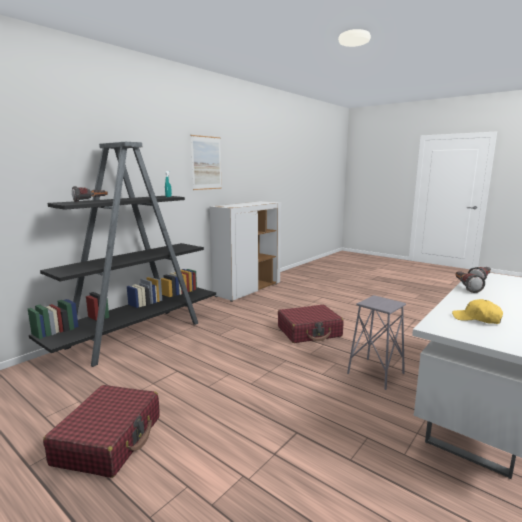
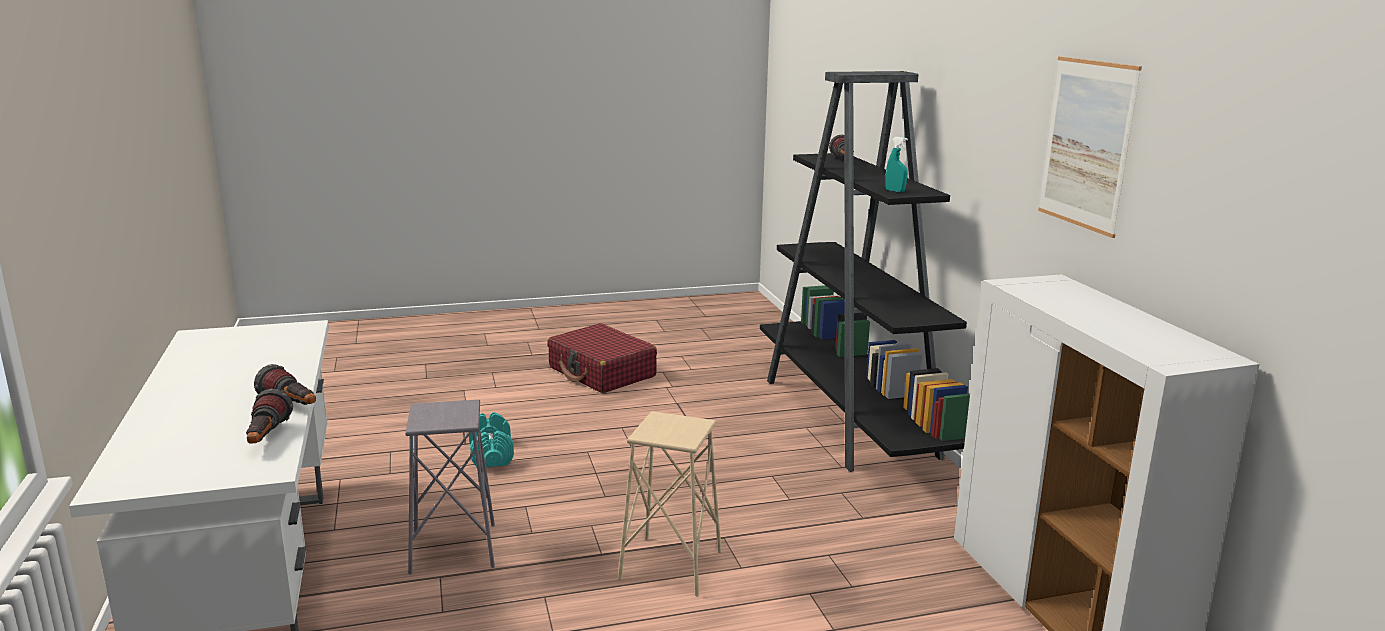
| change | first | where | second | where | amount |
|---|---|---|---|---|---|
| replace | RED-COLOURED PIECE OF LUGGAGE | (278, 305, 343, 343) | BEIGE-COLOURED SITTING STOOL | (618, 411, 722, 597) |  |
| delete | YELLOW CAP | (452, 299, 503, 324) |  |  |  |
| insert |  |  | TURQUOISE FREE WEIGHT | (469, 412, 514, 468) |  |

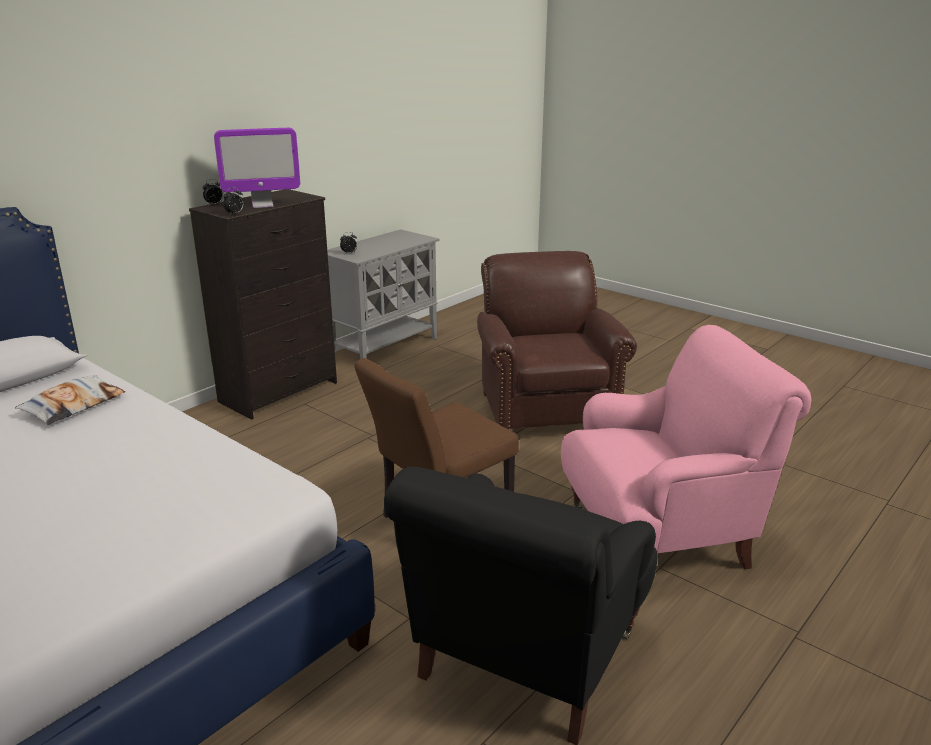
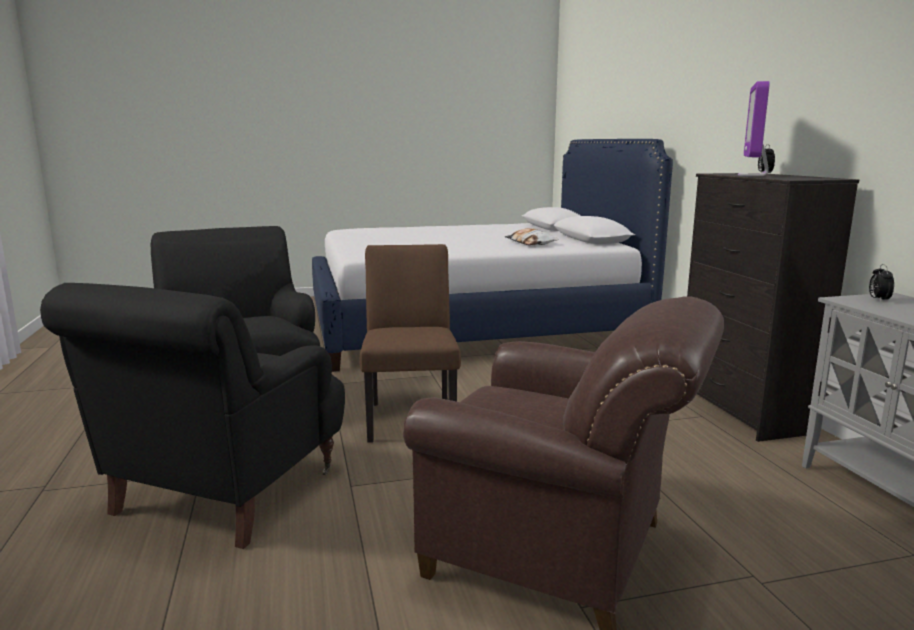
| change | first | where | second | where | amount |
|---|---|---|---|---|---|
| delete | ALARM CLOCK | (223, 187, 244, 215) |  |  |  |
| recolor | PINK-COLOURED LOUNGE CHAIR | (561, 325, 811, 569) | BLACK LOUNGE CHAIR | (40, 283, 345, 549) |  |

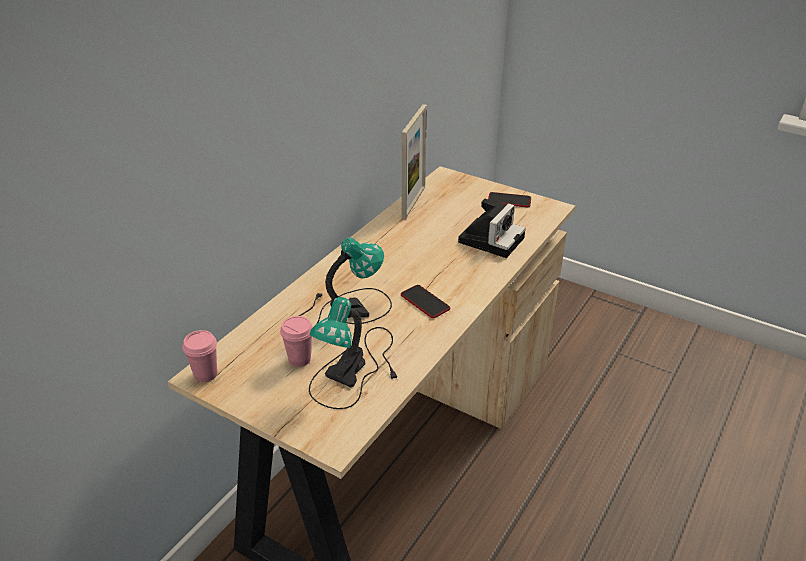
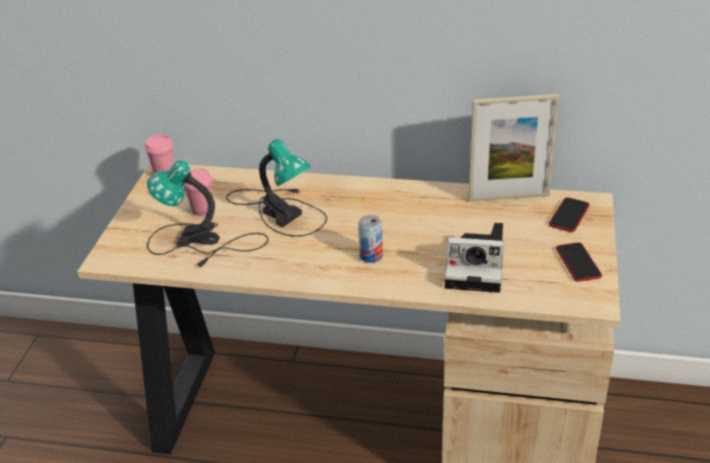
| change | first | where | second | where | amount |
|---|---|---|---|---|---|
| move | HANDSET | (401, 285, 450, 318) |  | (549, 197, 590, 232) |  |
| insert |  |  | SEALED CAN | (358, 215, 383, 263) |  |

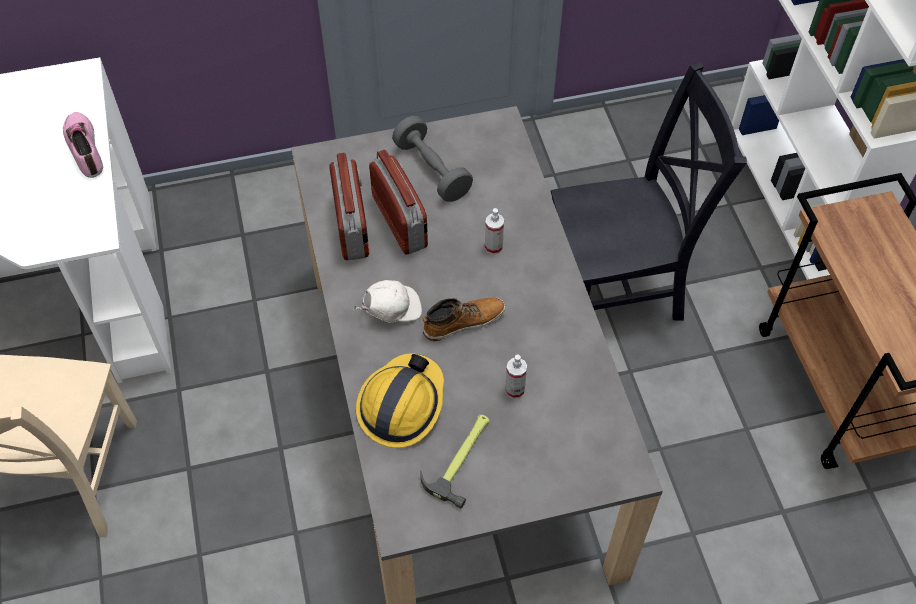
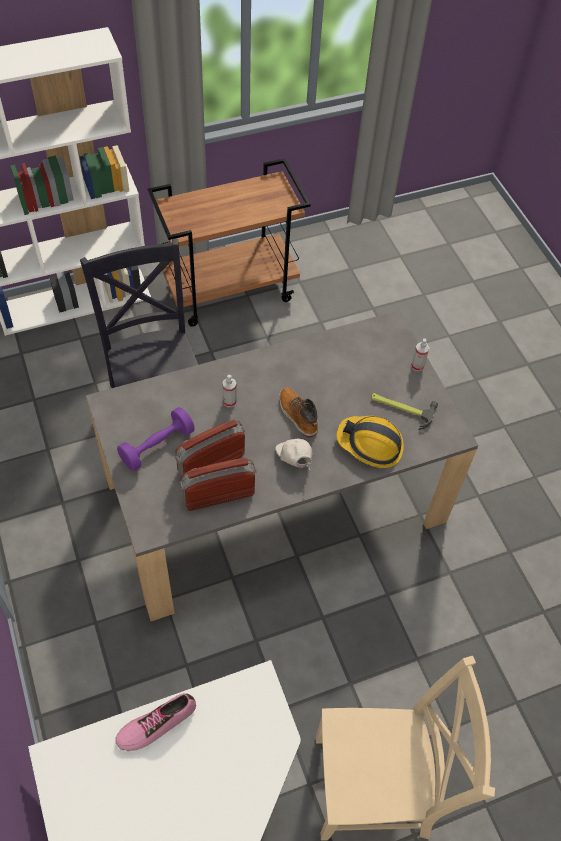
| change | first | where | second | where | amount |
|---|---|---|---|---|---|
| recolor | GREY FREE WEIGHT | (392, 116, 473, 202) | PURPLE FREE WEIGHT | (117, 407, 195, 471) |  |
| move | SPRAY BOTTLE | (505, 355, 527, 399) |  | (411, 339, 429, 371) |  |

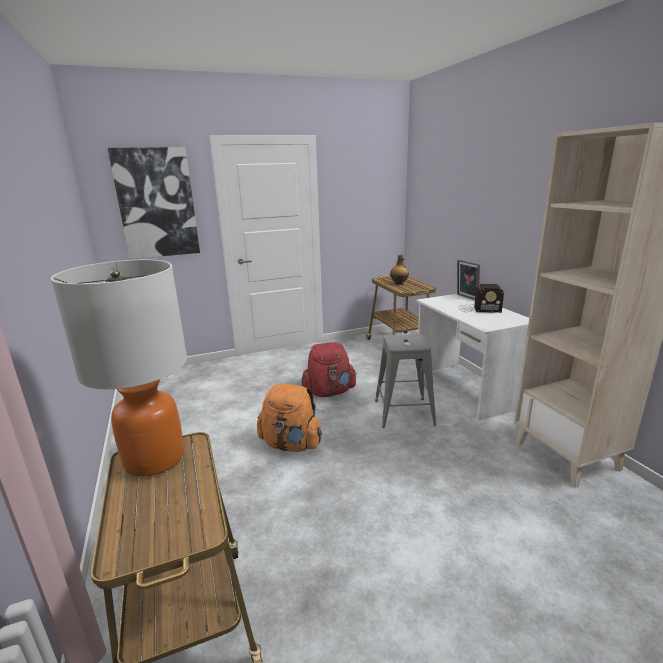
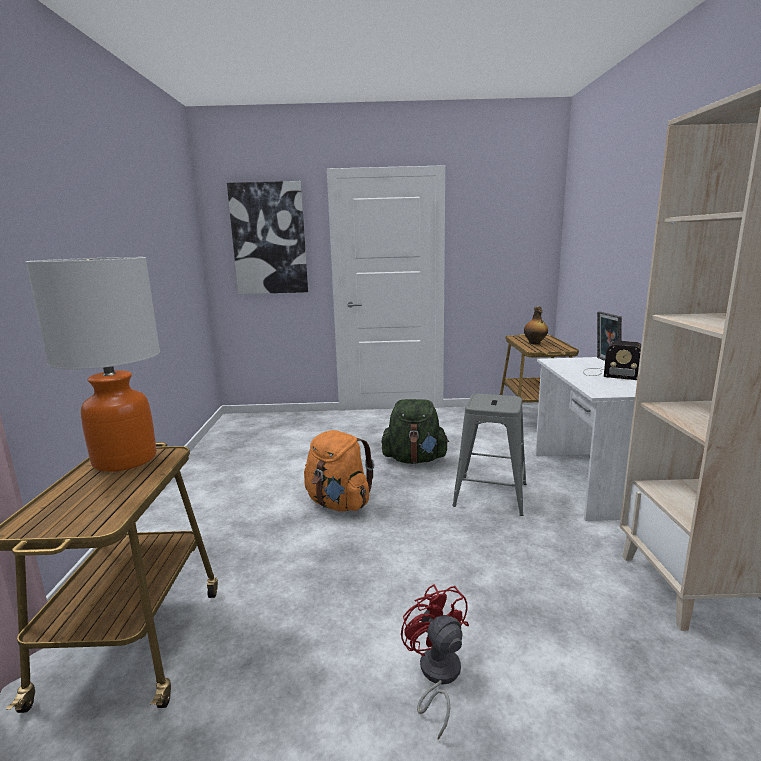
| change | first | where | second | where | amount |
|---|---|---|---|---|---|
| recolor | RED-COLOURED BACKPACK | (301, 342, 356, 397) | GREEN-COLOURED BACKPACK | (381, 399, 449, 464) |  |
| insert |  |  | RED-COLOURED FAN | (401, 584, 469, 740) |  |

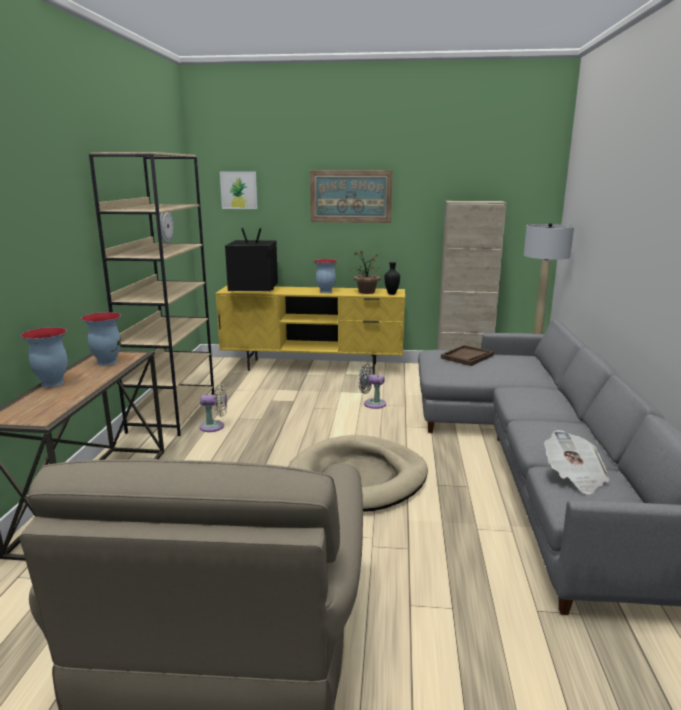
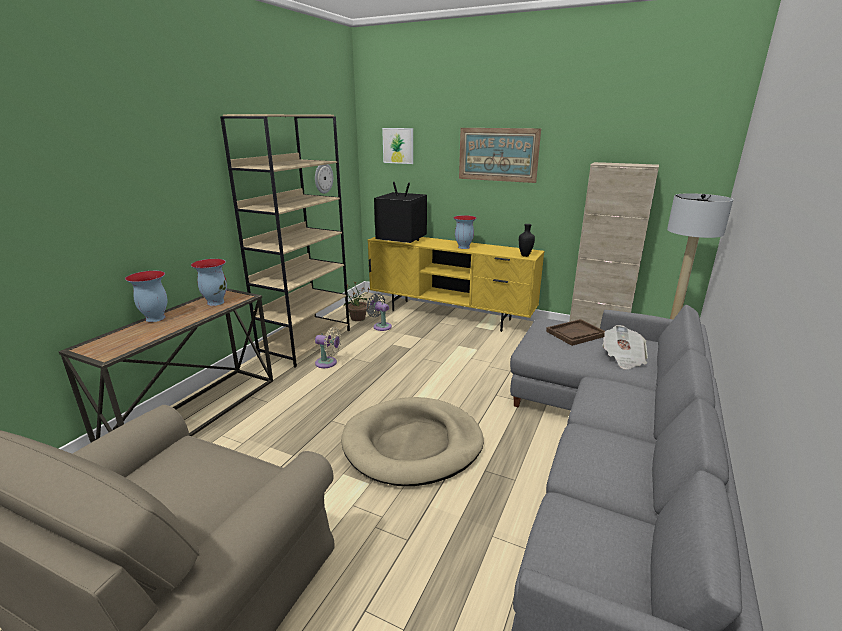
| change | first | where | second | where | amount |
|---|---|---|---|---|---|
| move | POTTED PLANT | (350, 251, 380, 294) |  | (343, 282, 369, 321) |  |
| move | GREY FAN | (359, 364, 386, 409) |  | (366, 293, 392, 331) |  |
| move | PRINTED PAPER | (544, 430, 610, 495) |  | (603, 325, 648, 369) |  |

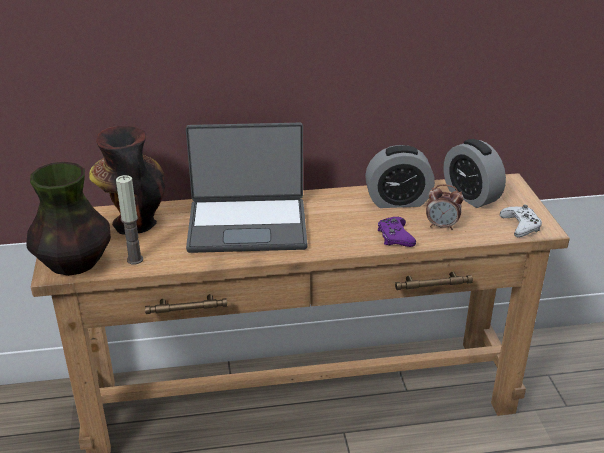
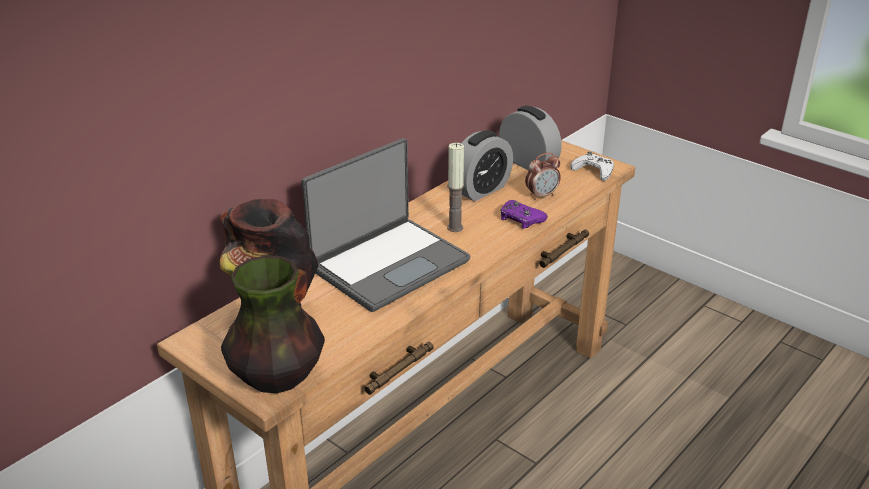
| change | first | where | second | where | amount |
|---|---|---|---|---|---|
| move | WAX LIGHT | (116, 175, 143, 264) |  | (447, 143, 464, 232) |  |
| rotate | ALARM CLOCK | (444, 139, 506, 208) |  | (499, 106, 562, 170) | 150 degrees counterclockwise |

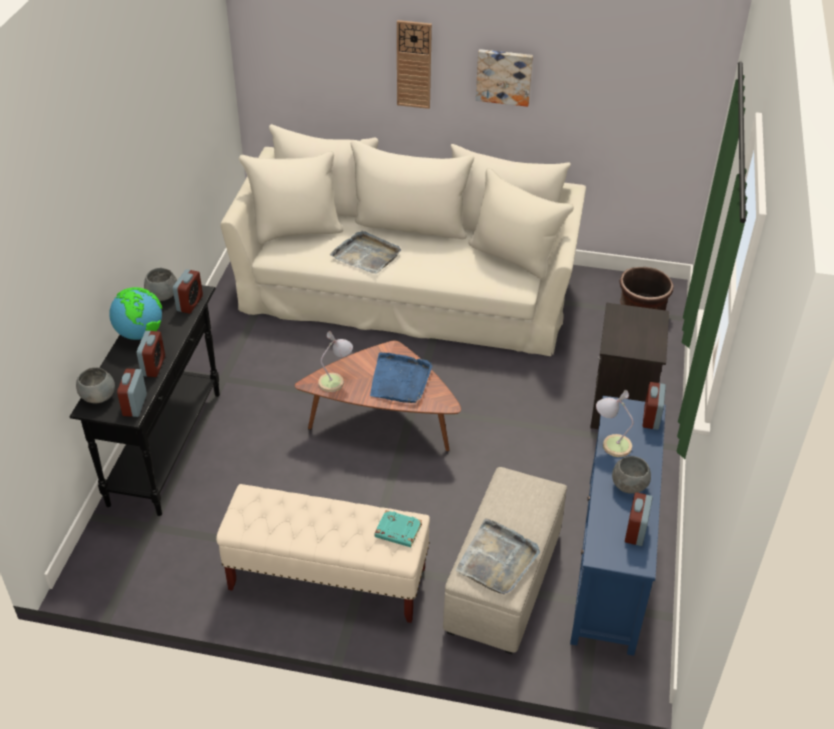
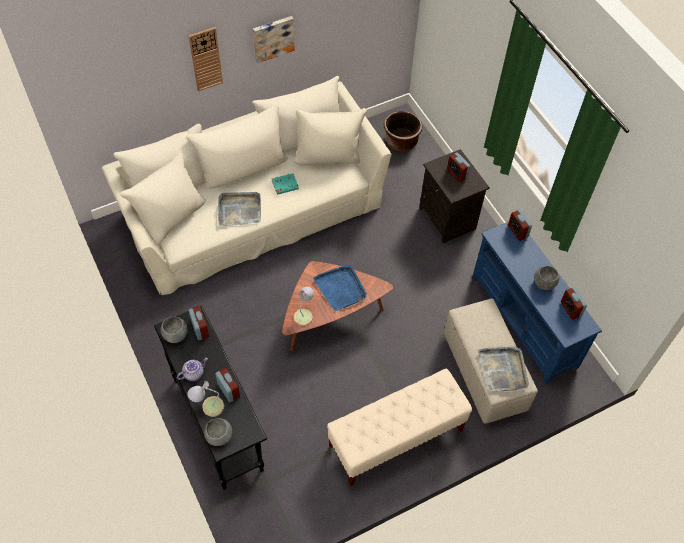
| change | first | where | second | where | amount |
|---|---|---|---|---|---|
| replace | GLOBE | (109, 287, 162, 340) | TEAPOT | (177, 358, 208, 381) |  |
| move | ALARM CLOCK | (117, 369, 147, 417) |  | (447, 152, 470, 182) |  |
| move | TURQUOISE VOLUME | (374, 510, 422, 547) |  | (272, 173, 299, 195) |  |
| move | TABLE LAMP | (596, 390, 633, 457) |  | (187, 381, 224, 417) |  |

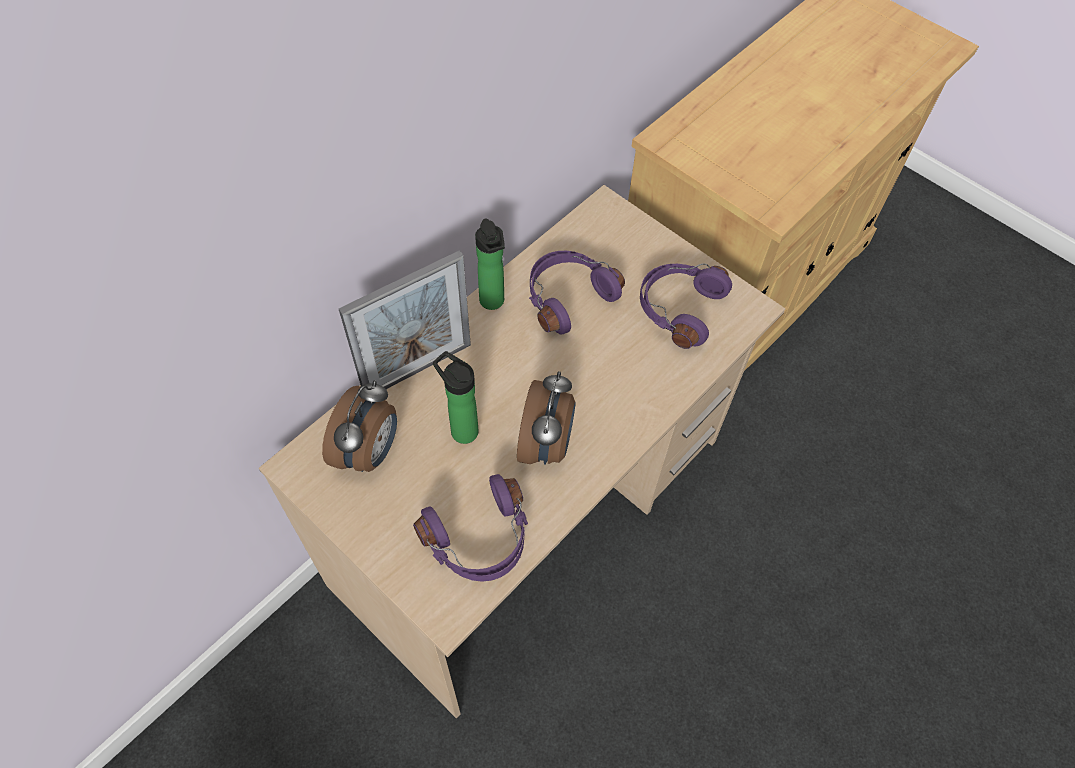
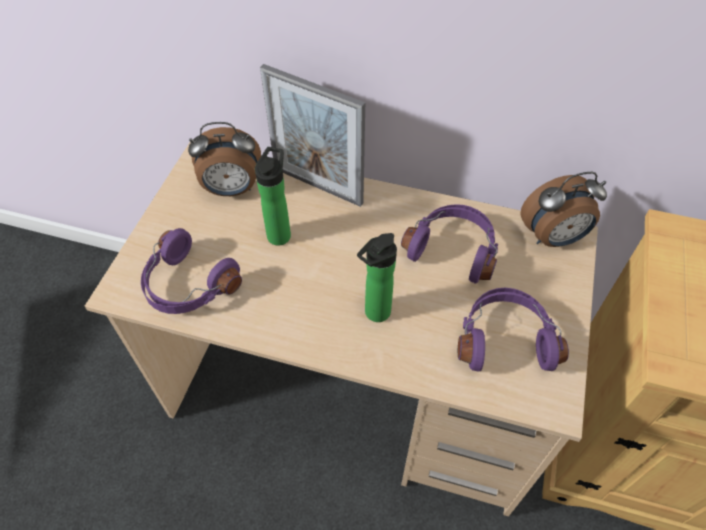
| change | first | where | second | where | amount |
|---|---|---|---|---|---|
| move | DRINK BOTTLE | (475, 218, 505, 310) |  | (357, 233, 397, 322) |  |
| move | ALARM CLOCK | (517, 371, 576, 465) |  | (520, 172, 607, 247) |  |

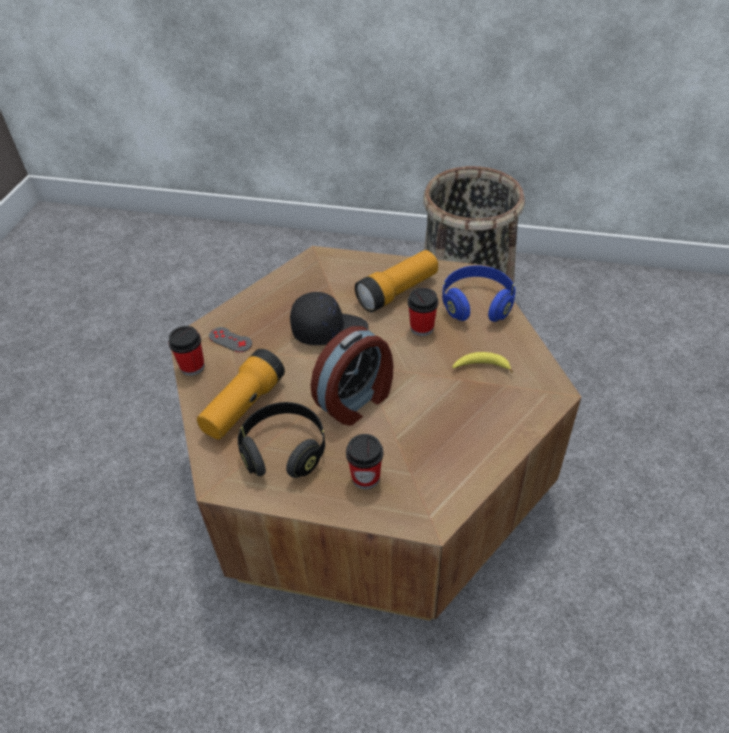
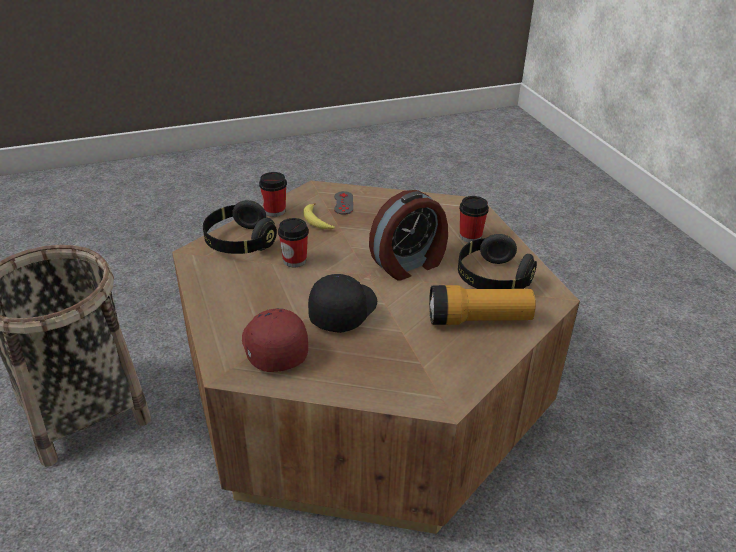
| change | first | where | second | where | amount |
|---|---|---|---|---|---|
| move | CUP | (168, 326, 205, 376) |  | (259, 172, 287, 217) |  |
| move | GREY JOYPAD | (209, 327, 252, 352) |  | (334, 191, 353, 215) |  |
| rotate | BLACK CAP | (290, 292, 368, 345) |  | (308, 274, 377, 333) | 60 degrees clockwise |
| rotate | ALARM CLOCK | (311, 326, 394, 426) |  | (369, 190, 448, 281) | 135 degrees clockwise |
| delete | HAND TORCH | (355, 250, 438, 312) |  |  |  |
| recolor | BLUE-COLOURED HEADSET | (442, 265, 516, 322) | BLACK HEADSET | (203, 200, 277, 254) |  |
| insert |  |  | RED-COLOURED CAP | (242, 309, 308, 372) |  |

